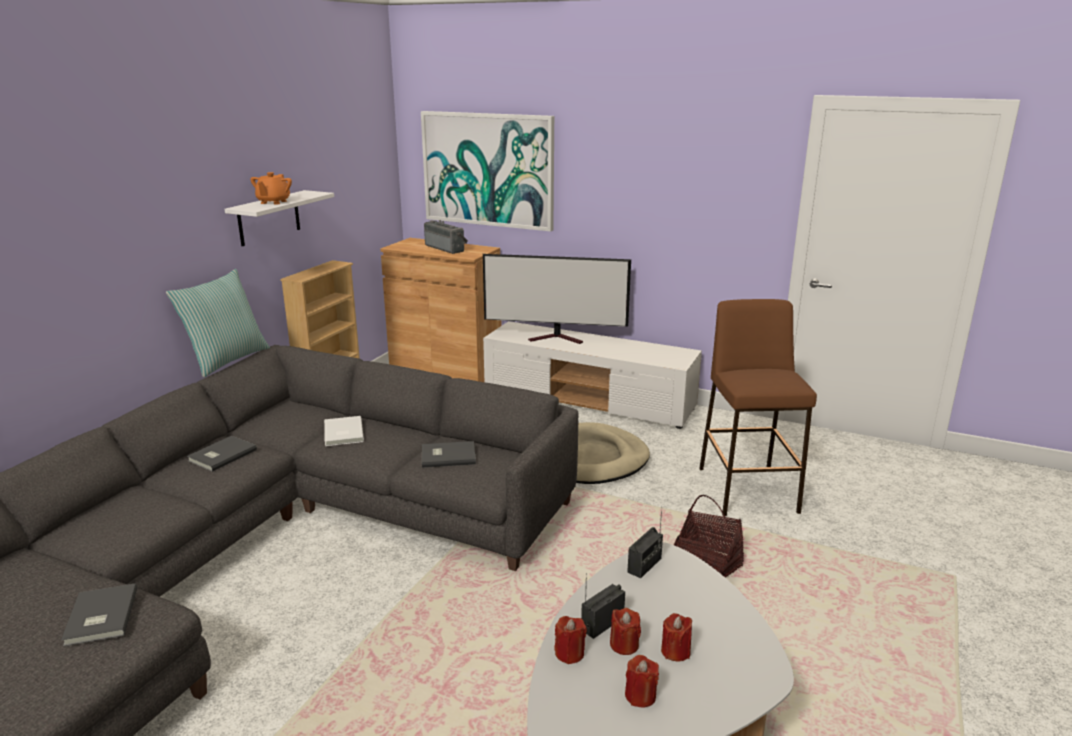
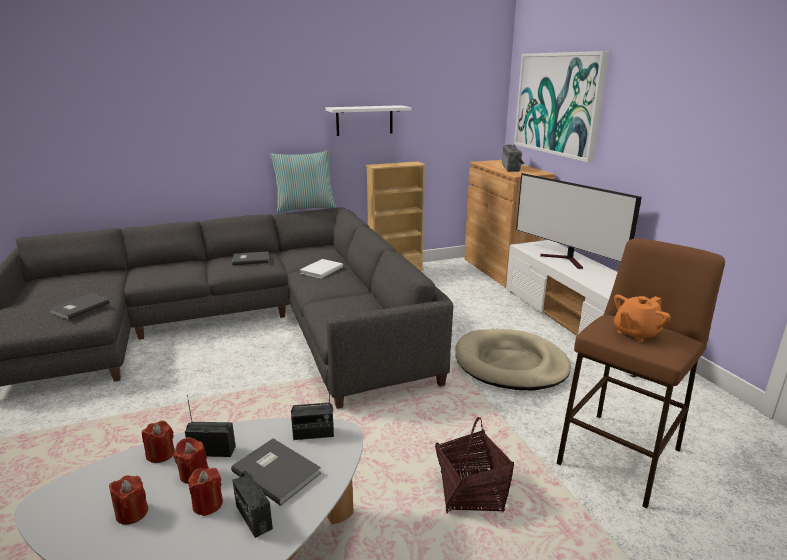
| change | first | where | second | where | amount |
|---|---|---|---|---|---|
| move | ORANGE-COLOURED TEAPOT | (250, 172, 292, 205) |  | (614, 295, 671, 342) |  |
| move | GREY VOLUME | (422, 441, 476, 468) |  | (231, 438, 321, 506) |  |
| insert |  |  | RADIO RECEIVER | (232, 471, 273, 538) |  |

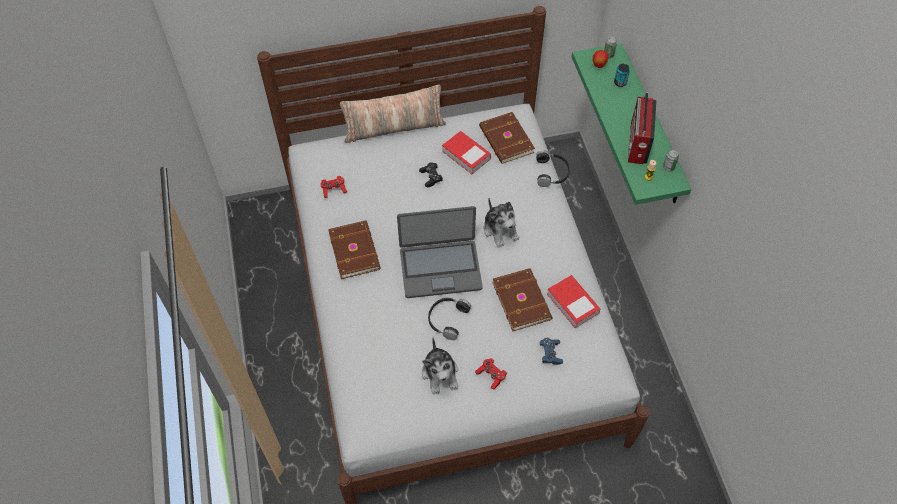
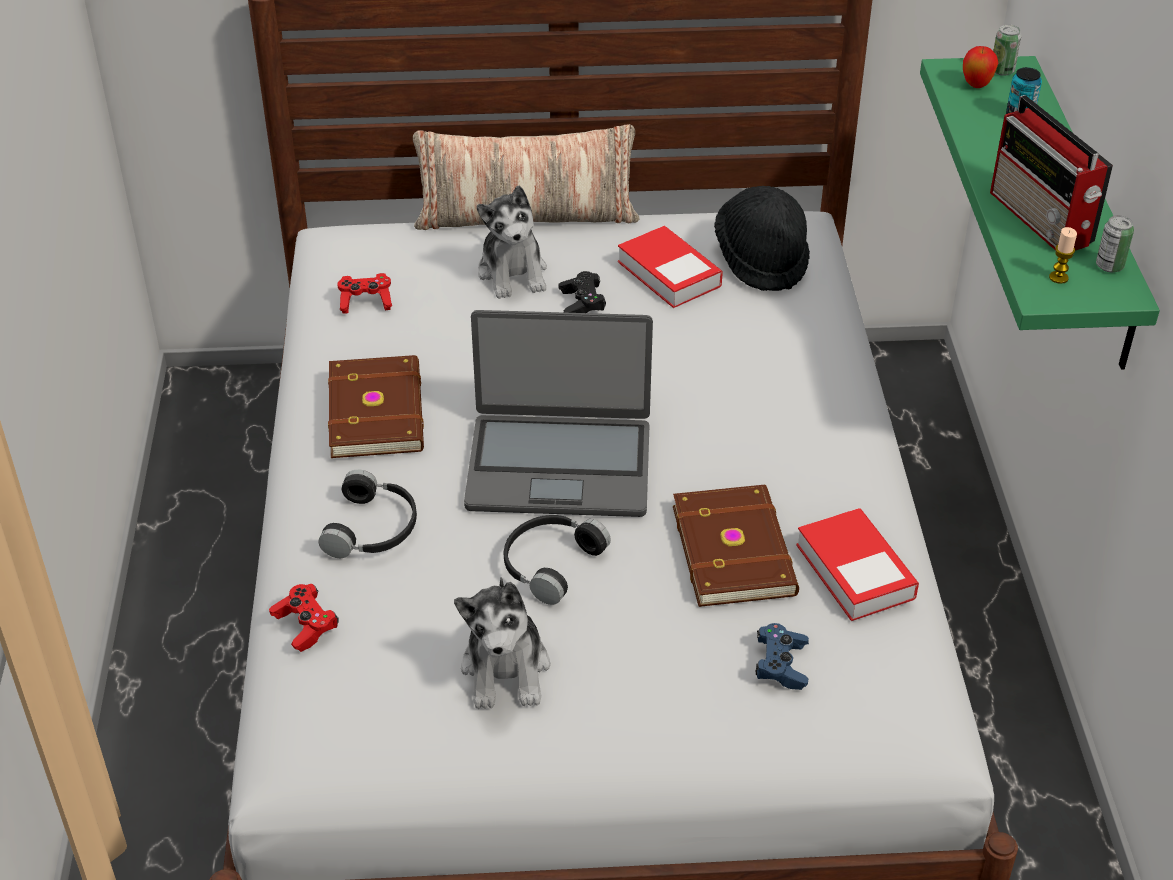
| change | first | where | second | where | amount |
|---|---|---|---|---|---|
| move | RED-COLOURED JOYPAD | (475, 358, 507, 389) |  | (269, 584, 339, 652) |  |
| replace | BROWN-COLOURED VOLUME | (479, 112, 535, 164) | BLACK WEARABLE HAT | (714, 186, 810, 291) |  |
| move | SOFT TOY | (483, 198, 519, 248) |  | (477, 186, 547, 299) |  |
| move | BLACK HEADSET | (536, 151, 570, 187) |  | (318, 470, 417, 558) |  |
| rotate | RADIO RECEIVER | (628, 92, 657, 164) |  | (990, 95, 1113, 251) | 45 degrees counterclockwise |

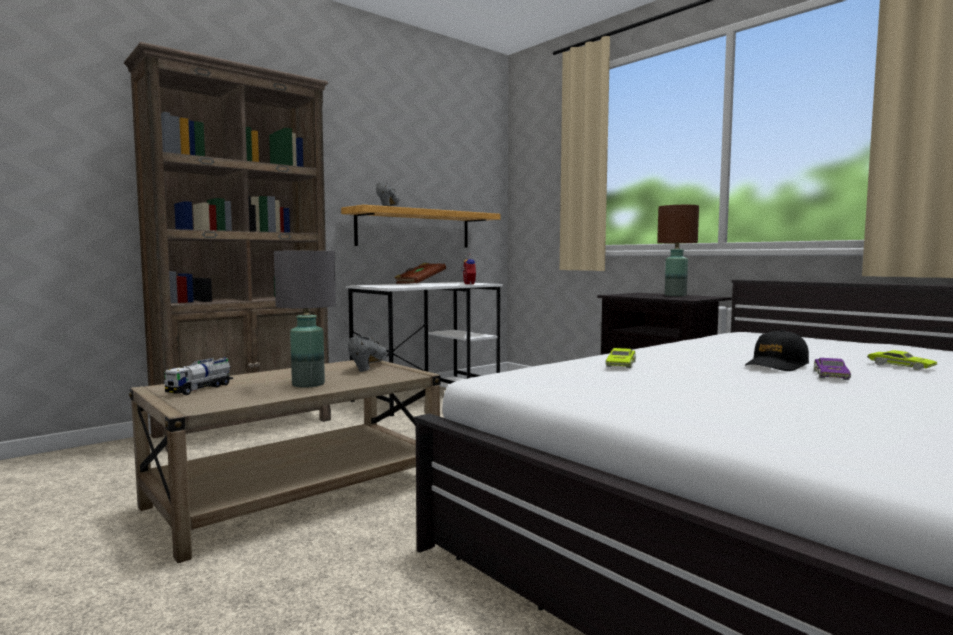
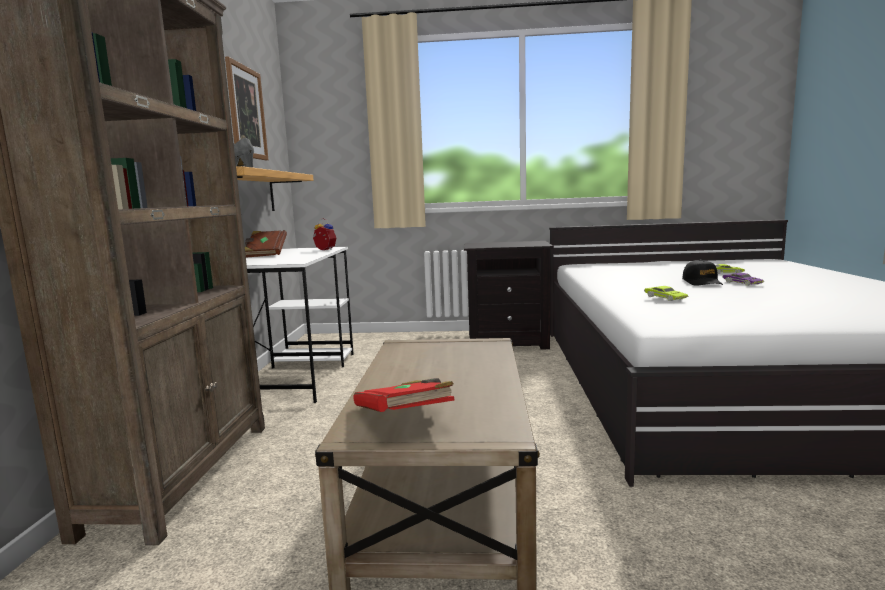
| change | first | where | second | where | amount |
|---|---|---|---|---|---|
| replace | MODEL TRUCK | (164, 357, 233, 395) | RED-COLOURED VOLUME | (354, 378, 455, 412) |  |
| delete | GREY TABLE LAMP | (274, 251, 336, 388) |  |  |  |
| delete | GREY SHOE | (348, 336, 387, 372) |  |  |  |
| delete | BROWN-COLOURED TABLE LAMP | (657, 205, 699, 296) |  |  |  |
| insert |  |  | WALL ART | (225, 56, 268, 160) |  |

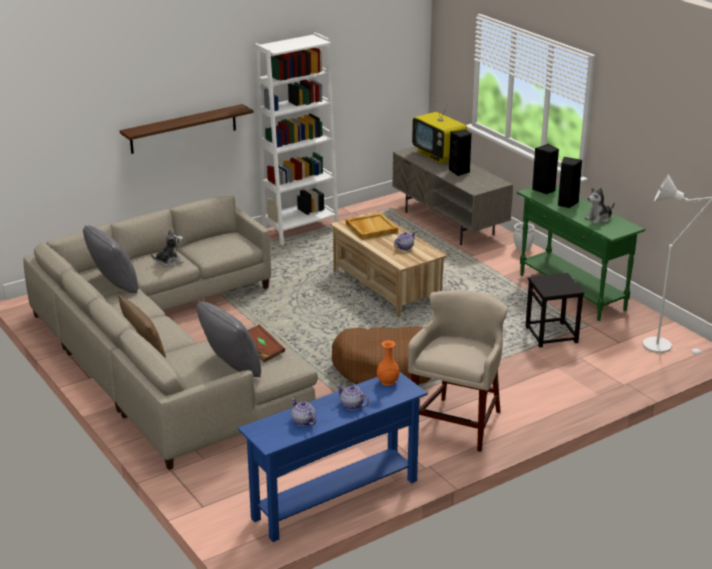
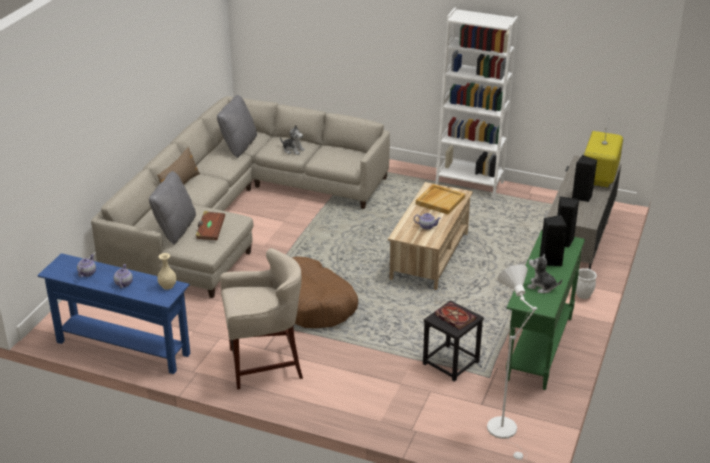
| change | first | where | second | where | amount |
|---|---|---|---|---|---|
| delete | BRACKET SHELF | (120, 104, 253, 154) |  |  |  |
| recolor | ORANGE-COLOURED FLOWER VASE | (377, 340, 399, 386) | BEIGE-COLOURED FLOWER VASE | (157, 253, 177, 290) |  |
| insert |  |  | VOLUME | (434, 302, 477, 330) |  |

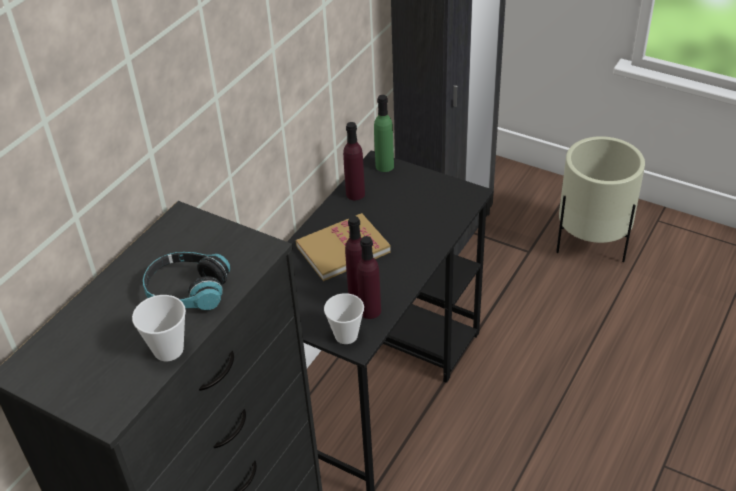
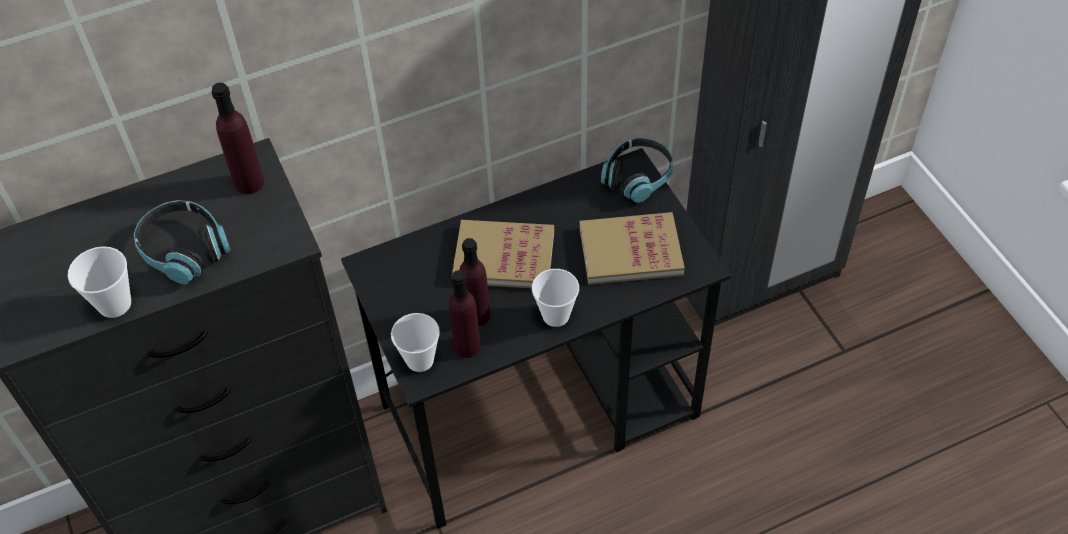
| change | first | where | second | where | amount |
|---|---|---|---|---|---|
| move | PURPLE DRINK BOTTLE | (343, 122, 365, 200) |  | (212, 83, 264, 194) |  |
| replace | GREEN-COLOURED DRINK BOTTLE | (374, 95, 394, 172) | HEADSET | (601, 138, 673, 203) |  |
| delete | BEIGE-COLOURED FLOWER POT | (556, 136, 645, 262) |  |  |  |
| insert |  |  | CUP | (532, 269, 579, 327) |  |
| insert |  |  | VOLUME | (579, 212, 685, 285) |  |

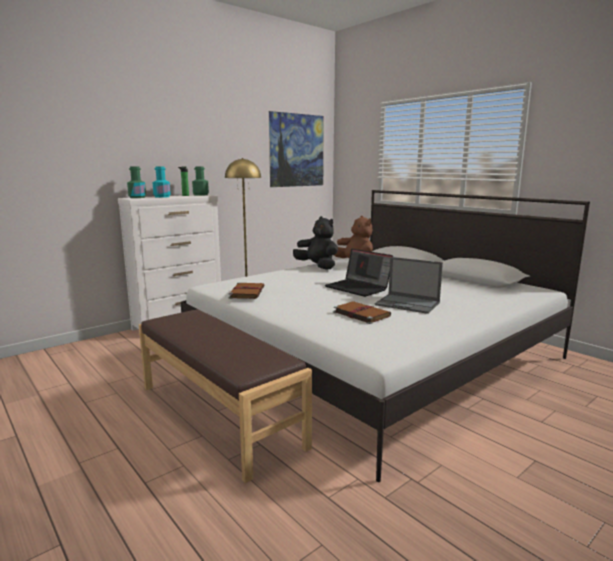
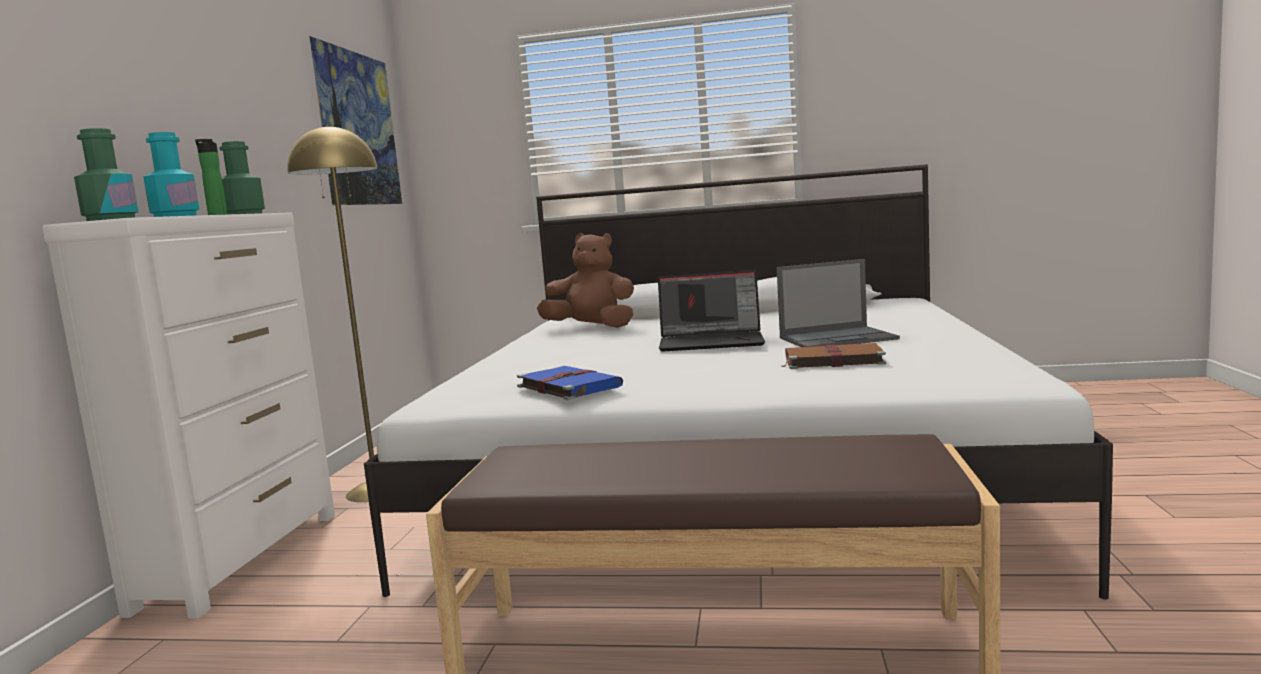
| change | first | where | second | where | amount |
|---|---|---|---|---|---|
| recolor | BROWN-COLOURED VOLUME | (229, 282, 264, 299) | BLUE-COLOURED VOLUME | (517, 366, 623, 400) |  |
| delete | BLACK SOFT TOY | (293, 216, 338, 270) |  |  |  |

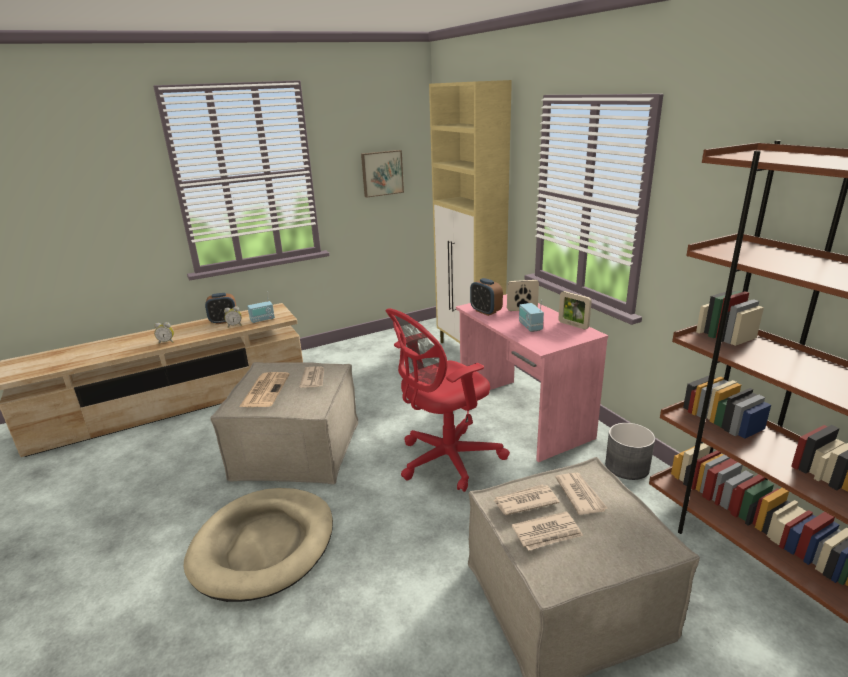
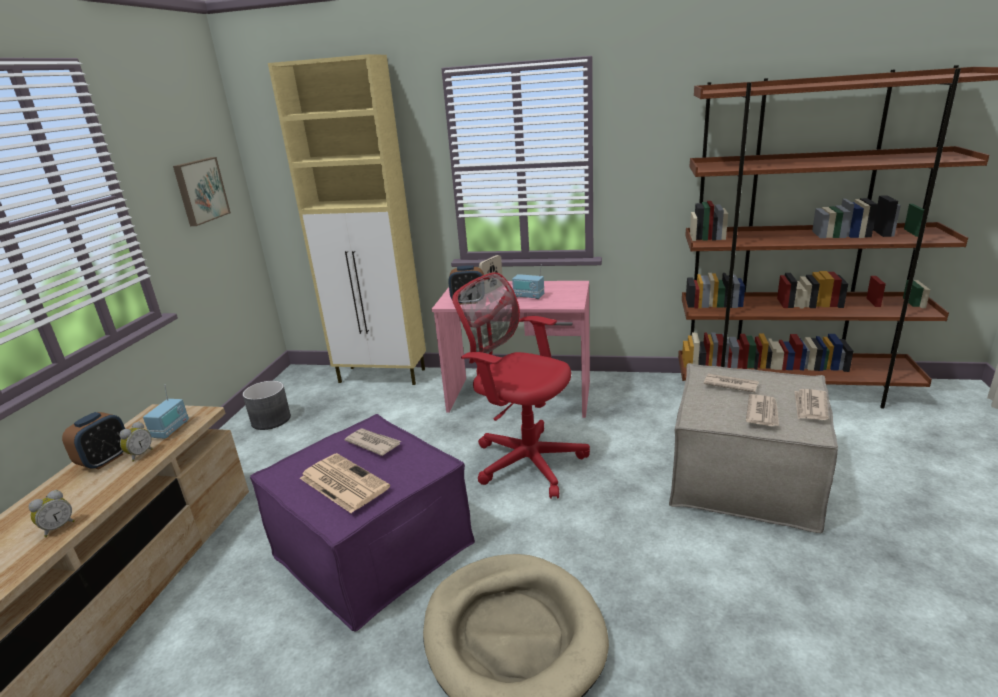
| change | first | where | second | where | amount |
|---|---|---|---|---|---|
| recolor | BEIGE-COLOURED POUFFE | (210, 362, 358, 485) | PURPLE POUFFE | (250, 414, 475, 631) |  |
| rotate | RED-COLOURED OFFICE CHAIR | (385, 308, 510, 492) |  | (452, 272, 590, 499) | 120 degrees clockwise |
| move | PRINTED PAPER | (493, 484, 559, 515) |  | (795, 389, 829, 420) |  |
| delete | PICTURE FRAME | (558, 291, 592, 329) |  |  |  |
| move | GREY FLOWER POT | (605, 423, 655, 480) |  | (243, 381, 291, 430) |  |

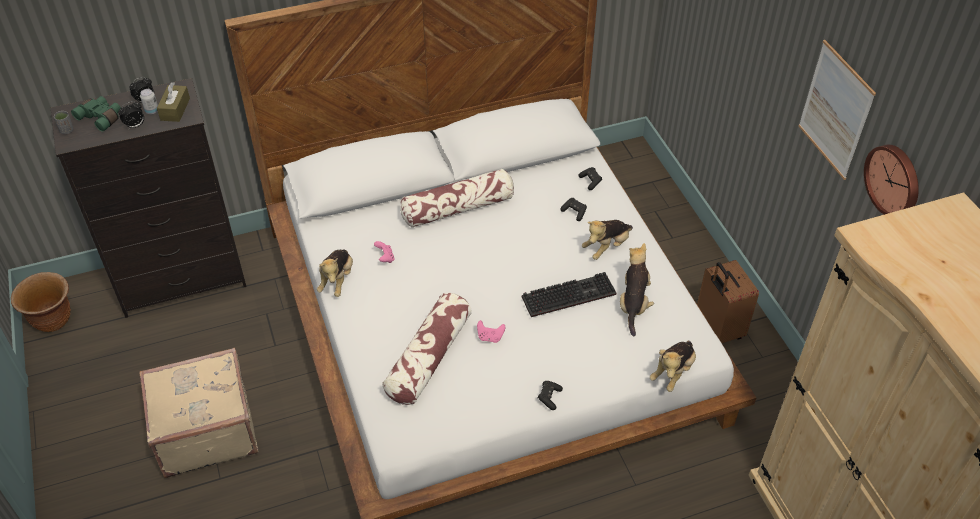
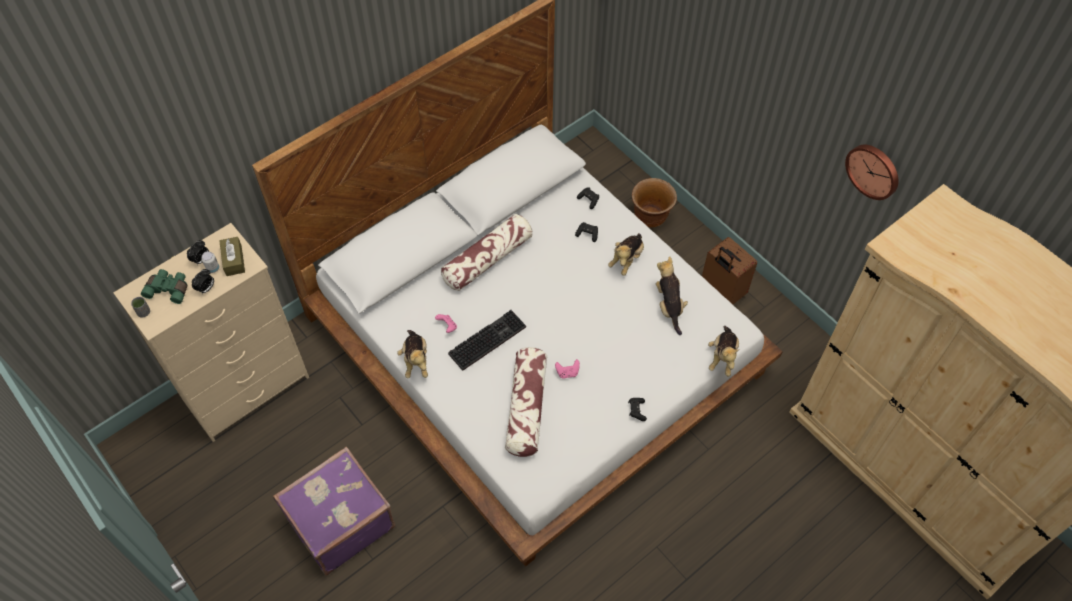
| change | first | where | second | where | amount |
|---|---|---|---|---|---|
| move | BROWN-COLOURED FLOWER POT | (11, 272, 70, 332) |  | (632, 178, 677, 227) |  |
| recolor | BLACK DRAWER CHEST | (51, 78, 246, 318) | BEIGE-COLOURED DRAWER CHEST | (113, 223, 309, 442) |  |
| recolor | BEIGE-COLOURED PIECE OF LUGGAGE | (139, 348, 259, 478) | PURPLE PIECE OF LUGGAGE | (273, 447, 395, 575) |  |
| move | COMPUTER KEYBOARD | (522, 272, 616, 317) |  | (448, 310, 526, 371) |  |
| delete | WALL ART | (799, 40, 876, 180) |  |  |  |

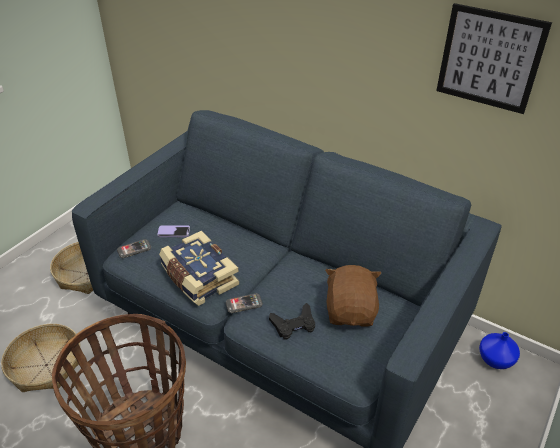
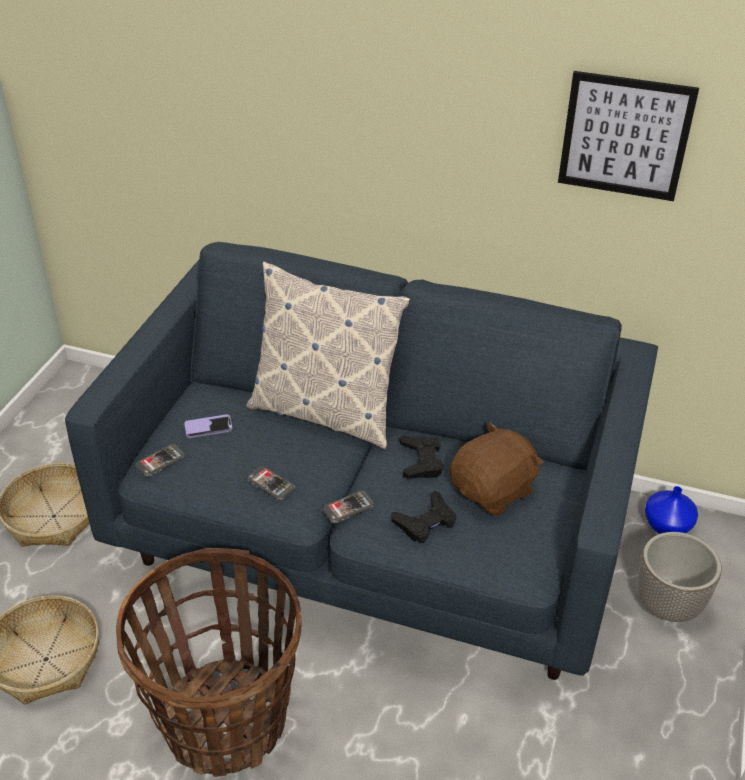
| change | first | where | second | where | amount |
|---|---|---|---|---|---|
| replace | VOLUME | (159, 231, 239, 306) | HANDSET | (247, 466, 295, 500) |  |
| rotate | BROWN-COLOURED SOFT TOY | (325, 265, 381, 327) |  | (450, 422, 543, 516) | 60 degrees clockwise |
| insert |  |  | CUSHION | (246, 261, 410, 449) |  |
| insert |  |  | BLACK JOYPAD | (400, 436, 444, 479) |  |
| insert |  |  | FLOWER POT | (638, 532, 722, 622) |  |

